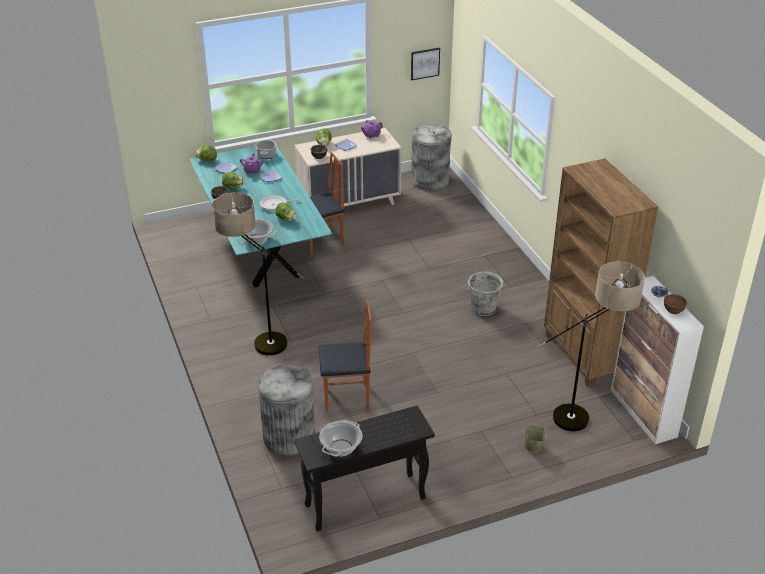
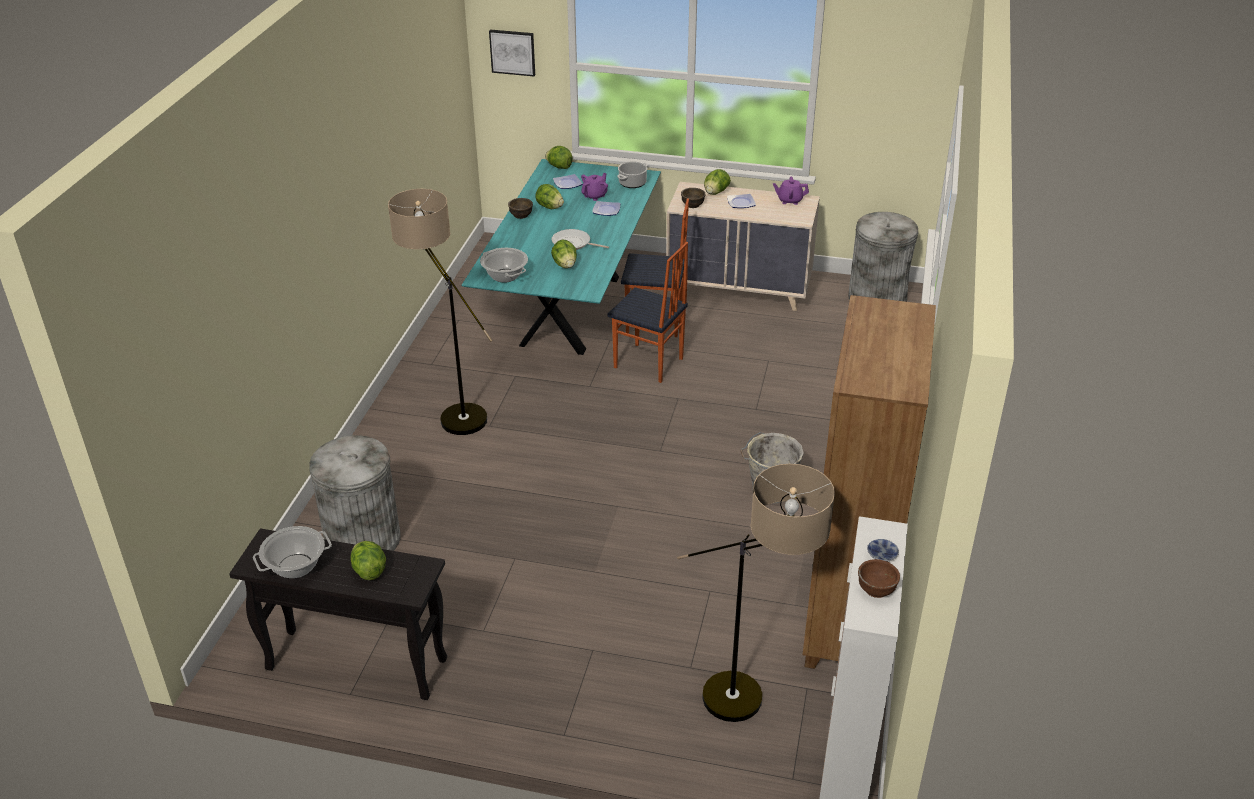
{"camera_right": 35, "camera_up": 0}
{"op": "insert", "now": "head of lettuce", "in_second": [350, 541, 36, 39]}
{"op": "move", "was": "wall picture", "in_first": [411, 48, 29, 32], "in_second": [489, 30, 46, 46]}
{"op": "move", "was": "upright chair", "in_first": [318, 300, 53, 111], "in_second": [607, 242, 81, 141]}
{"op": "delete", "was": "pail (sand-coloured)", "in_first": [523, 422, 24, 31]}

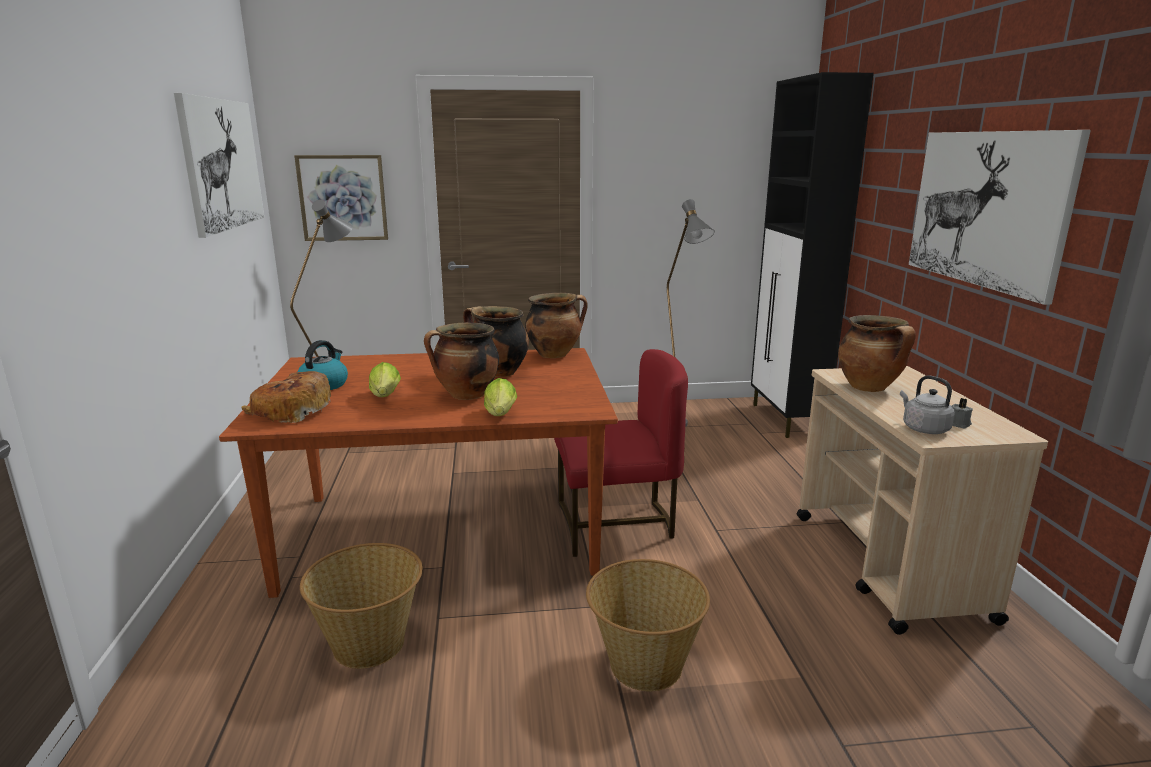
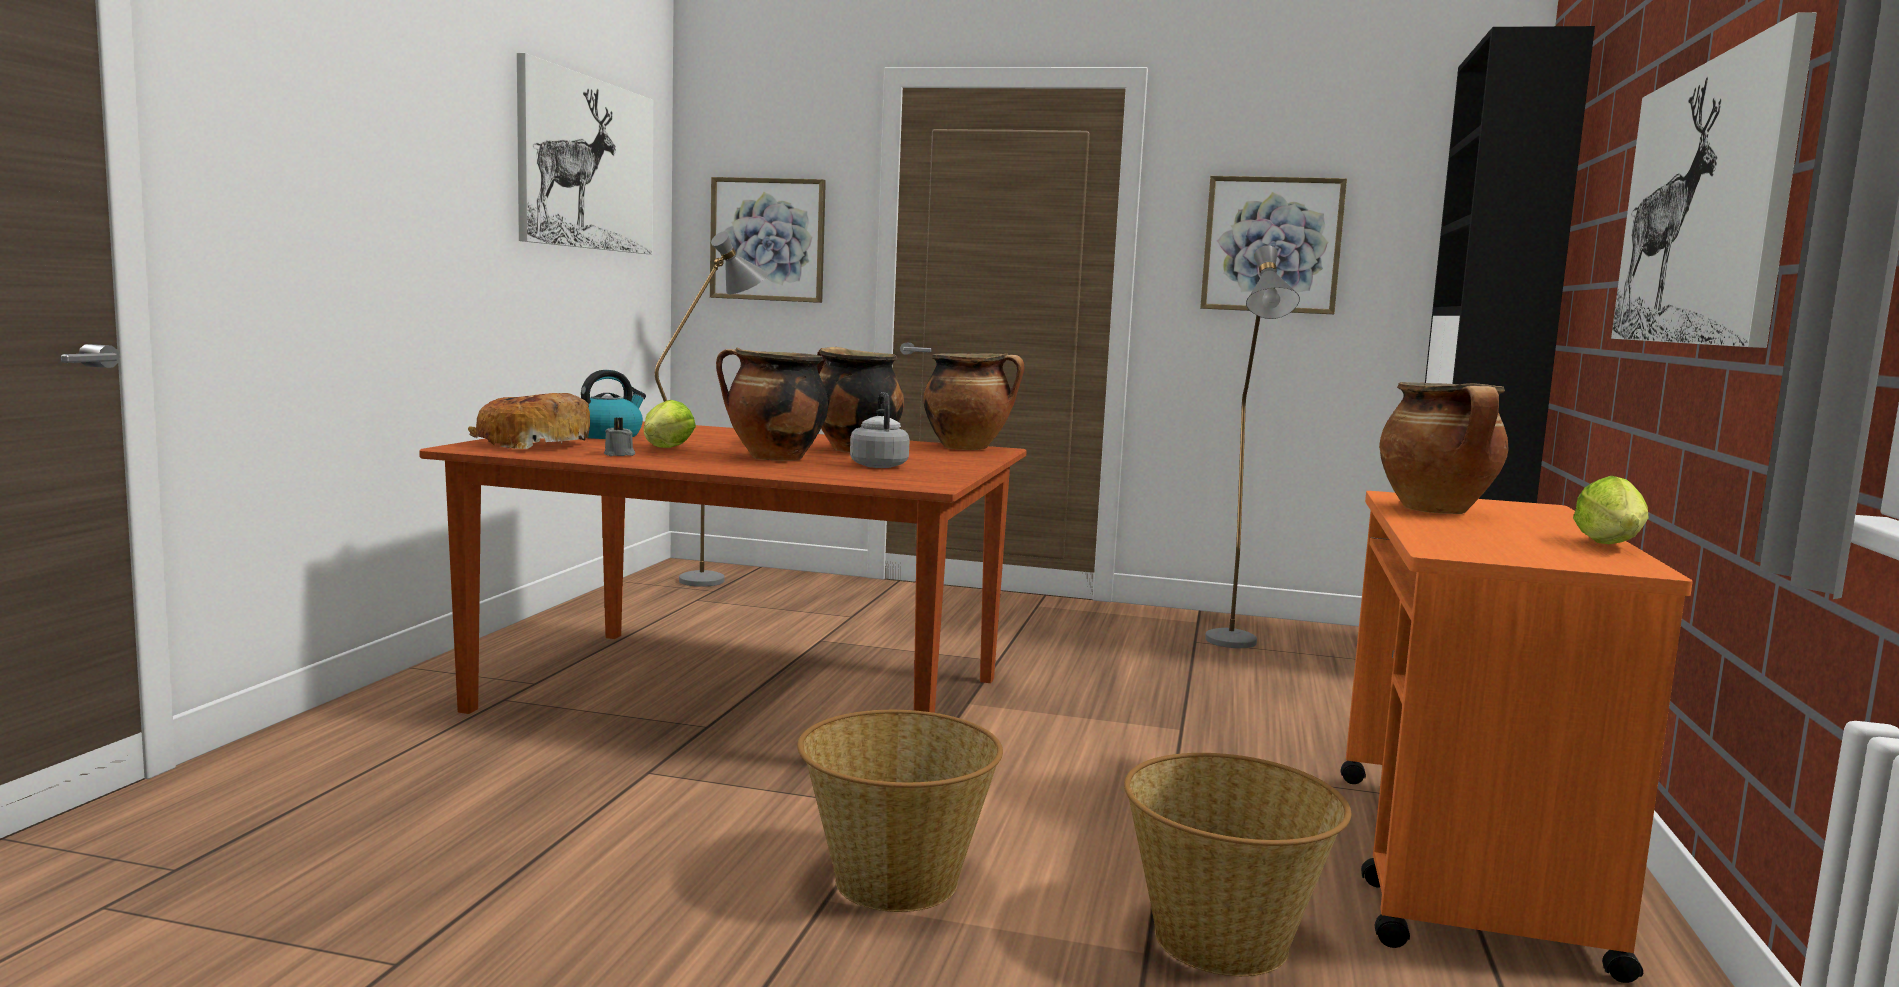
{"camera_right": 20, "camera_up": -10}
{"op": "move", "was": "candle (grey)", "in_first": [952, 398, 21, 30], "in_second": [604, 417, 31, 39]}
{"op": "move", "was": "water kettle (grey)", "in_first": [900, 375, 55, 59], "in_second": [850, 392, 59, 76]}
{"op": "move", "was": "storage basket", "in_first": [300, 543, 123, 126], "in_second": [1124, 753, 227, 223]}
{"op": "insert", "now": "wall picture", "in_second": [1200, 176, 147, 138]}
{"op": "recolor", "was": "trolley (sand-coloured)", "now": "trolley (orangey)", "in_first": [796, 366, 252, 269], "in_second": [1340, 491, 353, 492]}
{"op": "move", "was": "head of lettuce", "in_first": [484, 378, 33, 38], "in_second": [1573, 476, 76, 68]}
{"op": "delete", "was": "upright chair (red)", "in_first": [554, 349, 134, 208]}

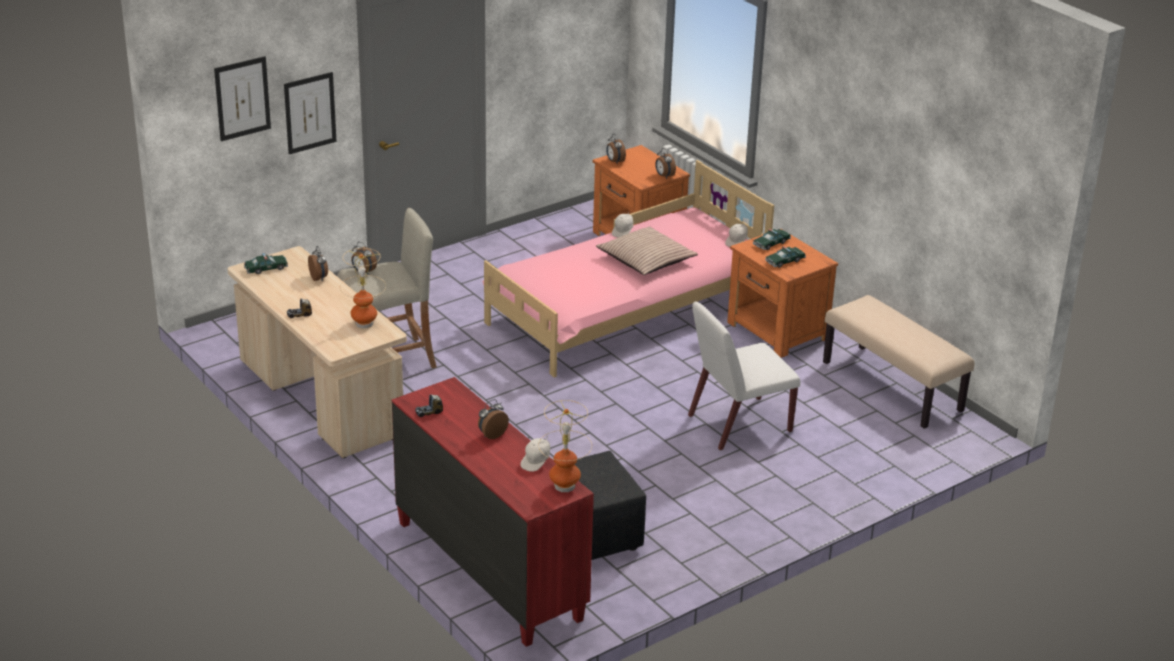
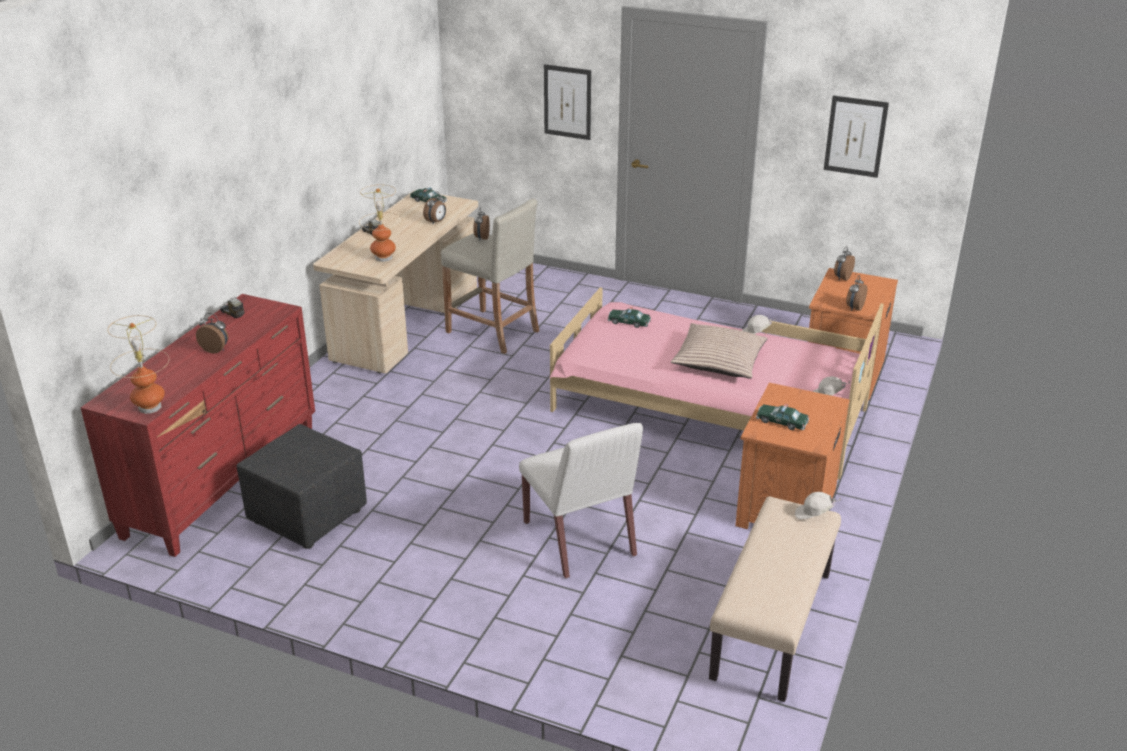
{"camera_right": 60, "camera_up": 0}
{"op": "rotate", "was": "upright chair (whitish)", "in_first": [688, 301, 112, 150], "in_second": [519, 423, 124, 156], "clockwise": -150}
{"op": "move", "was": "model car", "in_first": [753, 229, 38, 21], "in_second": [607, 307, 44, 21]}
{"op": "move", "was": "peaked cap (whitish)", "in_first": [520, 436, 30, 36], "in_second": [795, 492, 46, 27]}
{"op": "move", "was": "wall picture", "in_first": [214, 56, 57, 85], "in_second": [824, 96, 65, 82]}

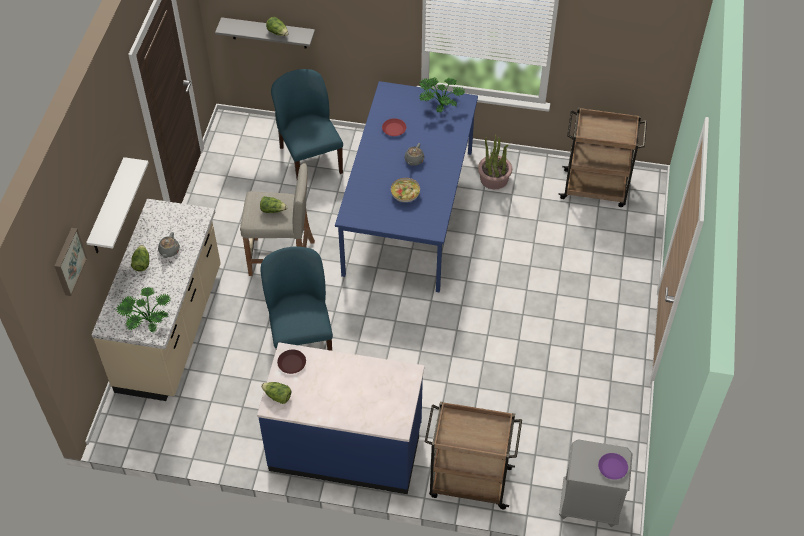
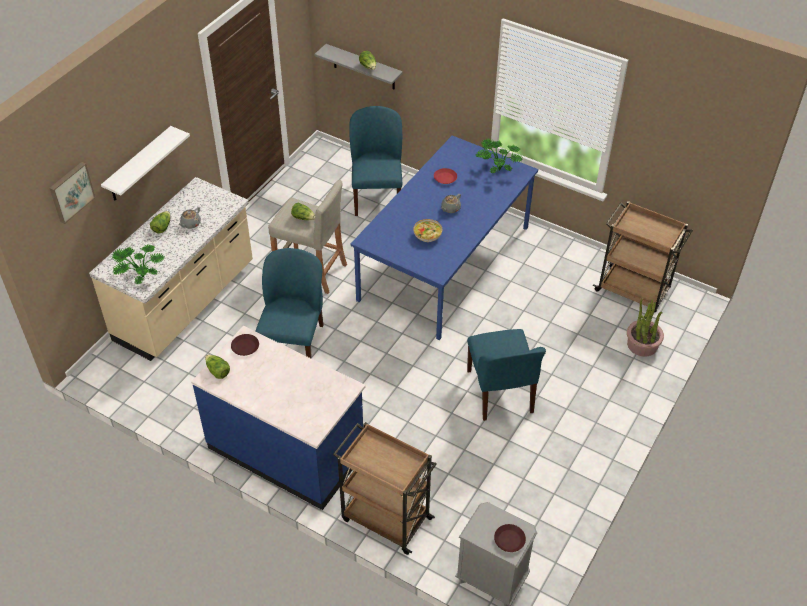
{"camera_right": 20, "camera_up": -5}
{"op": "insert", "now": "upright chair (blue)", "in_second": [467, 329, 79, 92]}
{"op": "recolor", "was": "dinner plate (purple-coloured)", "now": "dinner plate (brownish)", "in_first": [598, 453, 30, 27], "in_second": [494, 524, 32, 28]}
{"op": "move", "was": "plant in a pot", "in_first": [478, 135, 34, 54], "in_second": [627, 298, 37, 59]}

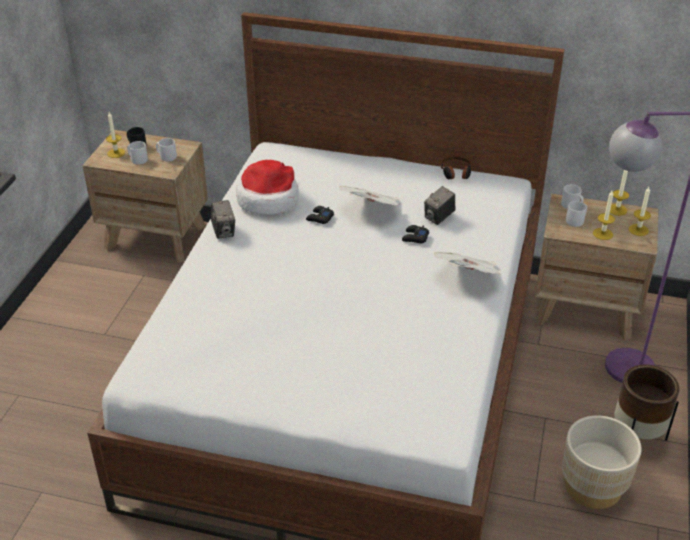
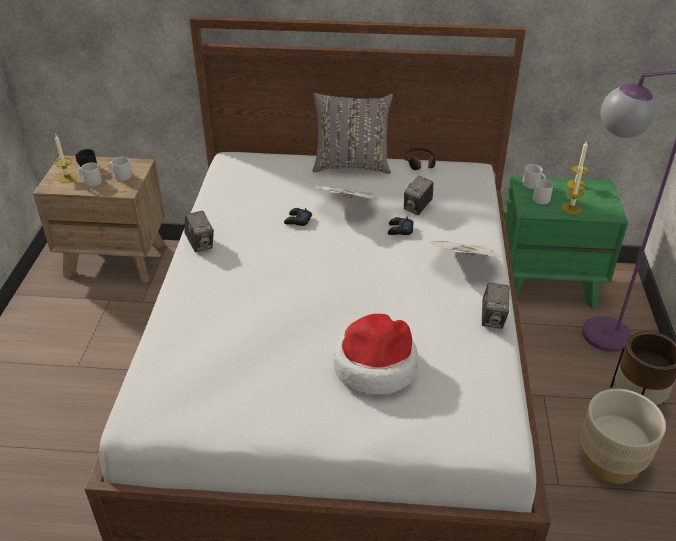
{"camera_right": -10, "camera_up": 0}
{"op": "insert", "now": "cushion (grey)", "in_second": [313, 93, 80, 81]}
{"op": "move", "was": "clothing hat", "in_first": [236, 160, 63, 55], "in_second": [333, 314, 85, 80]}
{"op": "insert", "now": "still camera", "in_second": [482, 283, 28, 46]}
{"op": "recolor", "was": "nightstand (brownish)", "now": "nightstand (green-coloured)", "in_first": [534, 194, 124, 146], "in_second": [504, 176, 124, 133]}
{"op": "delete", "was": "candle", "in_first": [629, 187, 22, 49]}

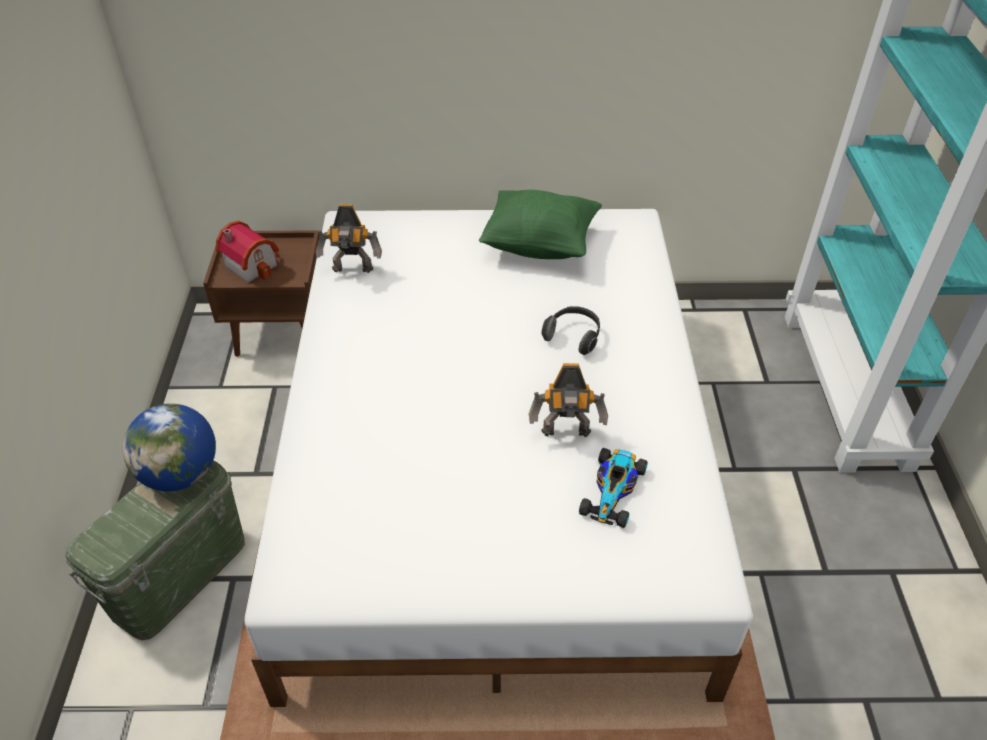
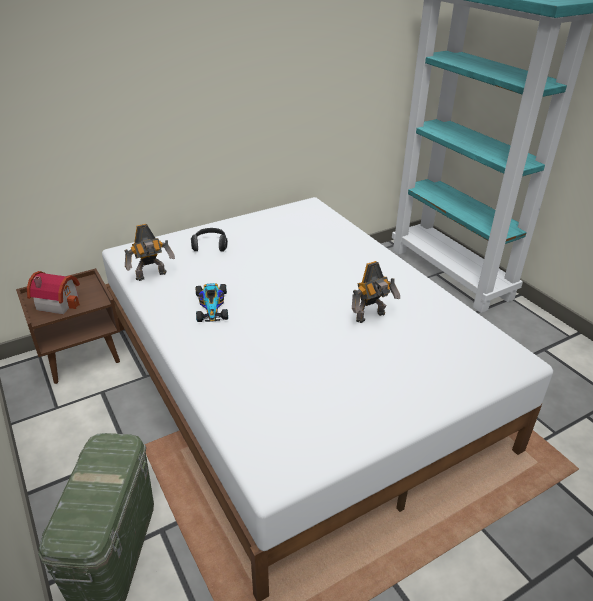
{"camera_right": -30, "camera_up": -10}
{"op": "move", "was": "headset", "in_first": [541, 306, 59, 49], "in_second": [191, 228, 37, 24]}
{"op": "move", "was": "model car", "in_first": [579, 448, 69, 80], "in_second": [195, 283, 33, 39]}
{"op": "delete", "was": "globe", "in_first": [123, 403, 93, 88]}
{"op": "delete", "was": "cushion (green-coloured)", "in_first": [479, 190, 123, 69]}

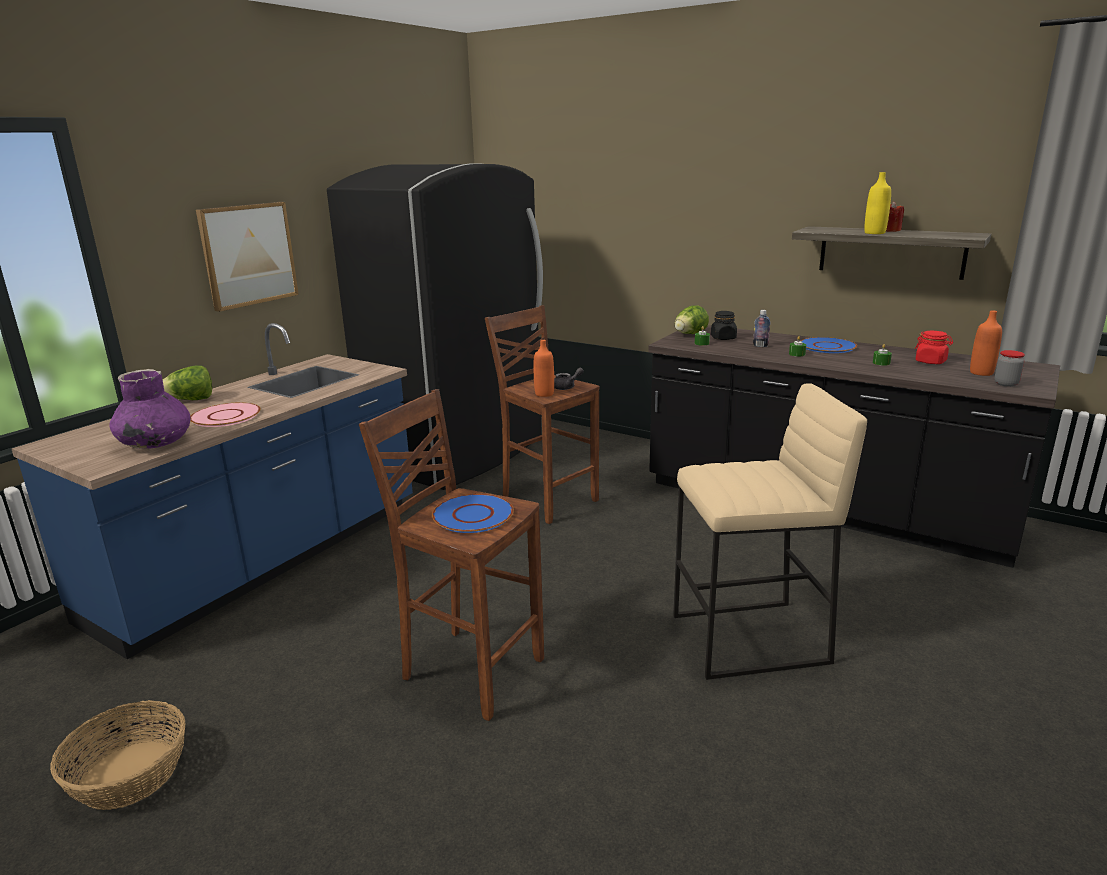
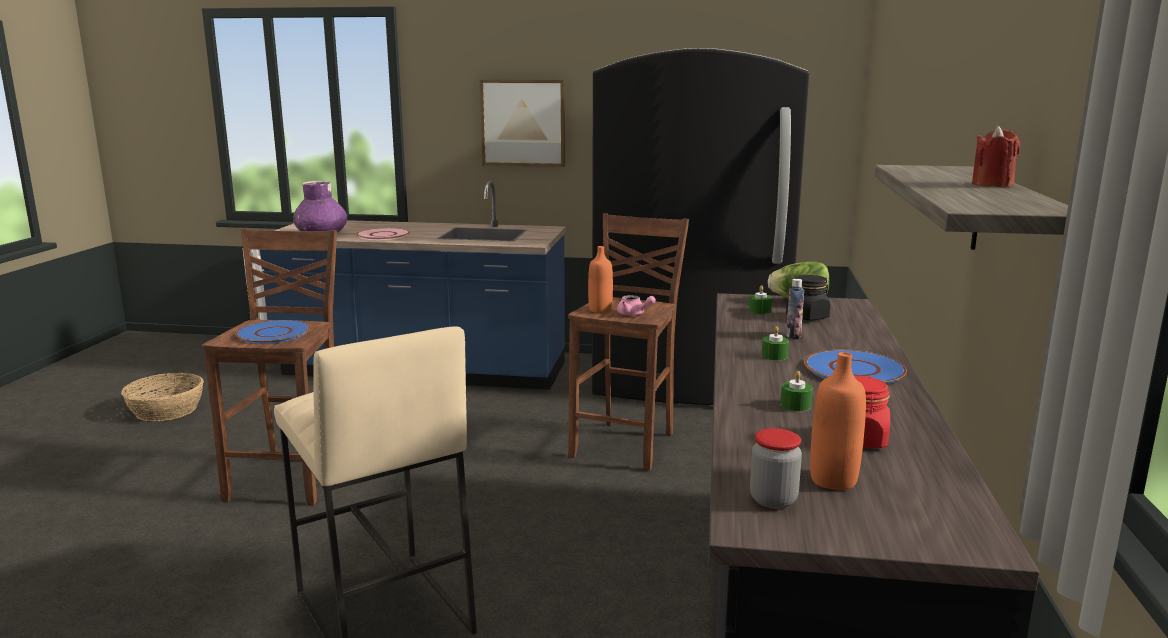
{"camera_right": 65, "camera_up": -5}
{"op": "recolor", "was": "pot for tea (grey)", "now": "pot for tea (pink-coloured)", "in_first": [554, 368, 30, 22], "in_second": [617, 295, 39, 21]}
{"op": "delete", "was": "head of lettuce", "in_first": [163, 365, 49, 35]}
{"op": "delete", "was": "beverage bottle (yellow-coloured)", "in_first": [864, 172, 27, 62]}

